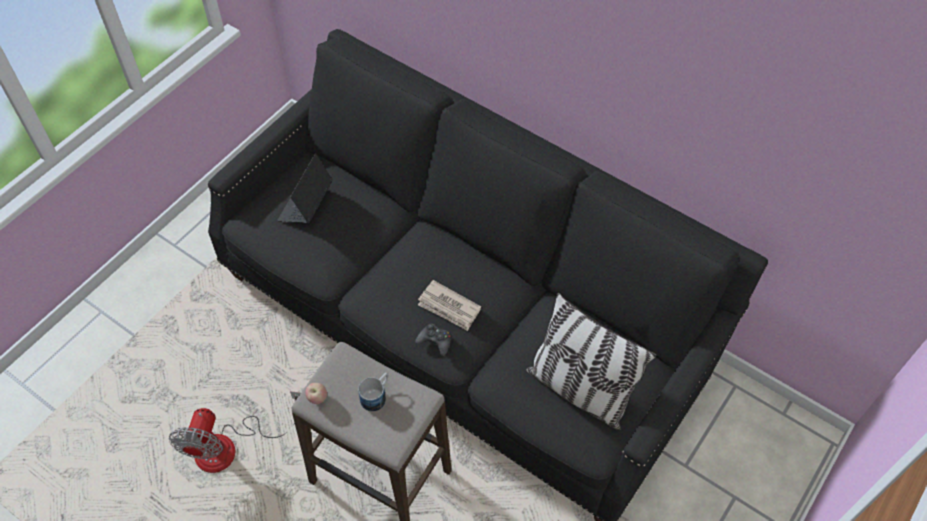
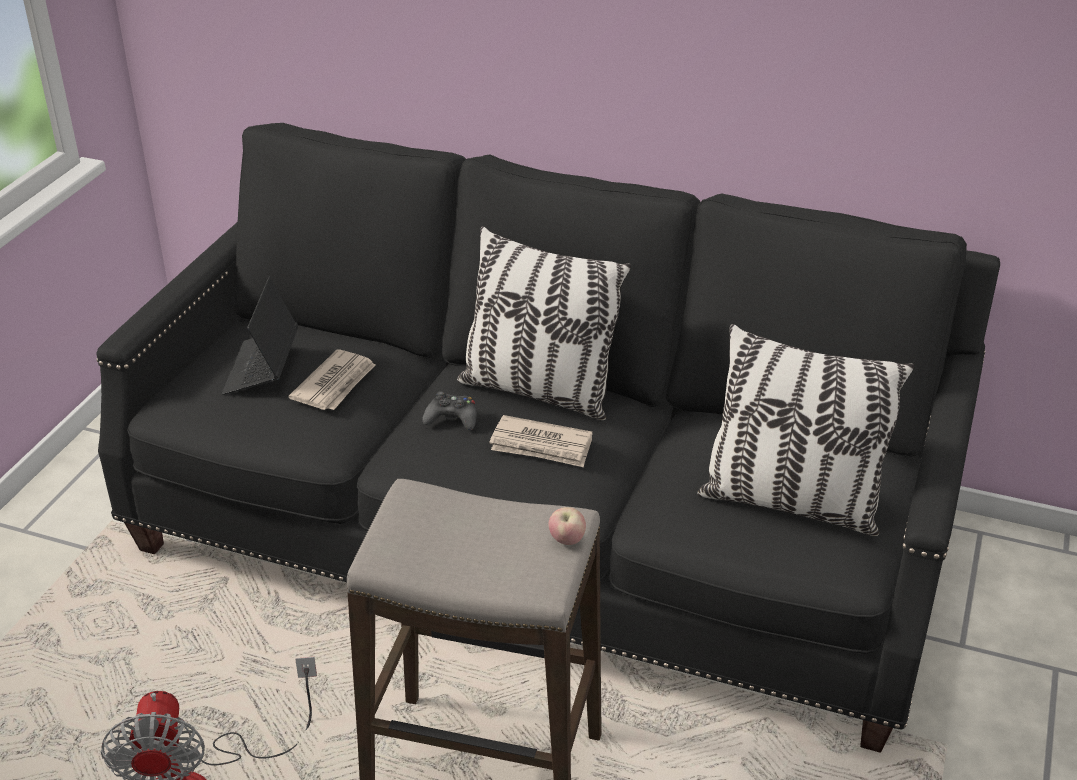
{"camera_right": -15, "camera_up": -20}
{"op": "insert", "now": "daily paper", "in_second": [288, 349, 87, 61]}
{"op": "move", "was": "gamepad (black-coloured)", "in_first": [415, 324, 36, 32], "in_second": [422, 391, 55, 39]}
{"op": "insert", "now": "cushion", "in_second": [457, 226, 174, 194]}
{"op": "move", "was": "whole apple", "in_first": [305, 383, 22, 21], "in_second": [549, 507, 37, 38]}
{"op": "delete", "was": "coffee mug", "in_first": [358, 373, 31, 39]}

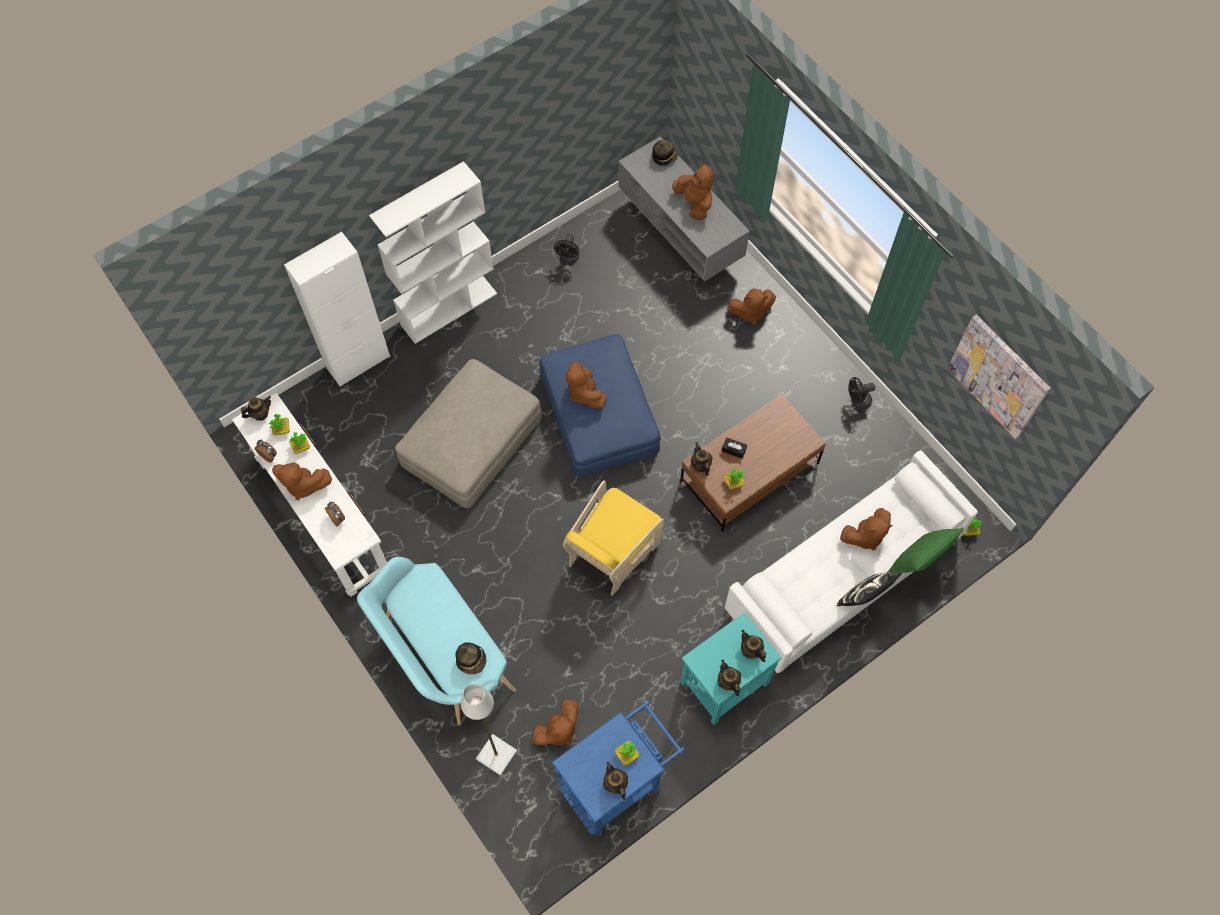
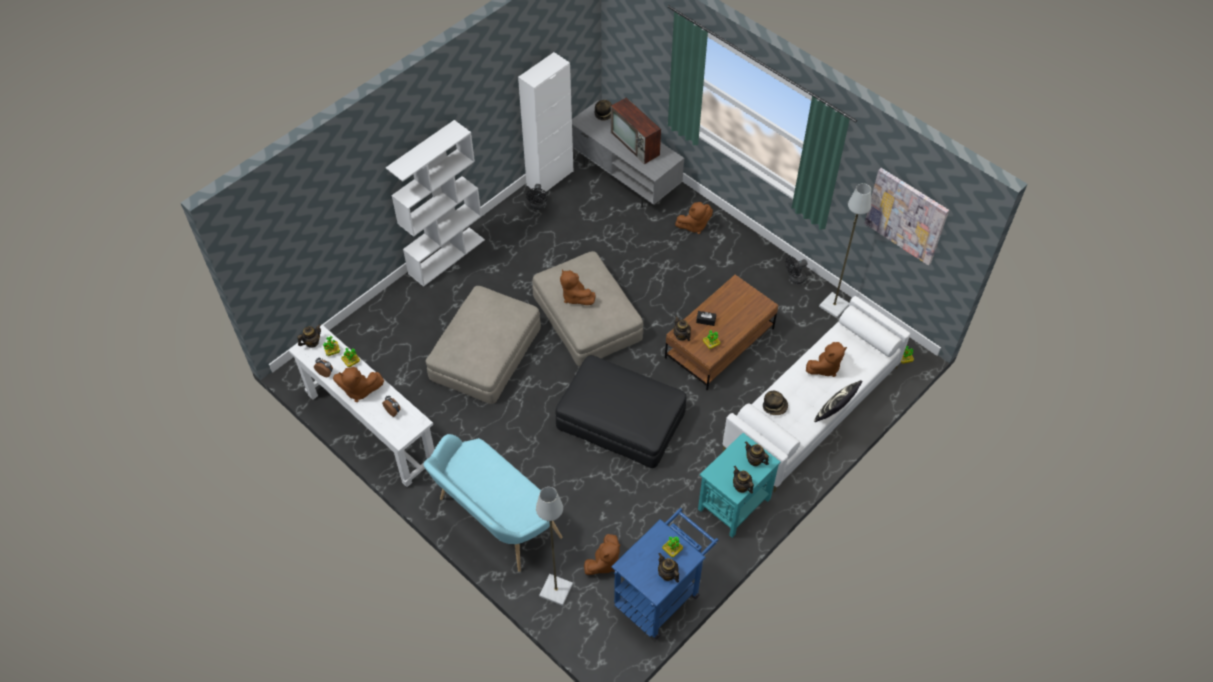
{"camera_right": -10, "camera_up": -10}
{"op": "move", "was": "cabinet (whitish)", "in_first": [284, 232, 106, 155], "in_second": [518, 52, 55, 142]}
{"op": "recolor", "was": "pouffe (blue)", "now": "pouffe (sand-coloured)", "in_first": [540, 334, 121, 143], "in_second": [532, 251, 112, 115]}
{"op": "replace", "was": "easy chair (yellow-coloured)", "now": "pouffe (black-coloured)", "in_first": [563, 480, 101, 116], "in_second": [555, 355, 132, 113]}
{"op": "replace", "was": "soft toy (brownish)", "now": "television", "in_first": [672, 162, 42, 58], "in_second": [611, 98, 50, 66]}
{"op": "move", "was": "clothing hat", "in_first": [456, 642, 30, 33], "in_second": [763, 391, 25, 24]}
{"op": "insert", "now": "floor lamp (grey)", "in_second": [819, 183, 52, 135]}
{"op": "delete", "was": "cushion (green-coloured)", "in_first": [888, 528, 76, 45]}

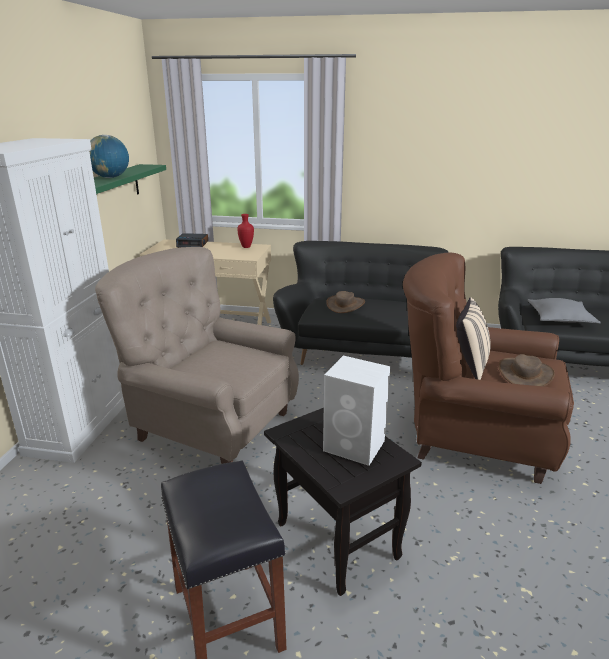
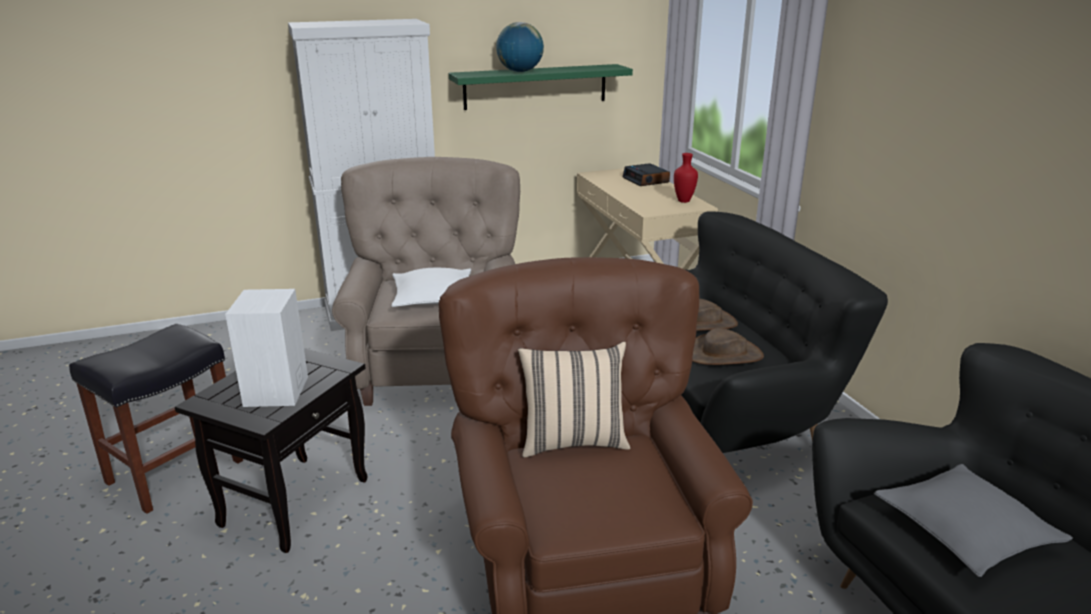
{"camera_right": 60, "camera_up": 0}
{"op": "insert", "now": "cushion (whitish)", "in_second": [391, 268, 80, 39]}
{"op": "move", "was": "clothing hat (brownish)", "in_first": [499, 354, 56, 33], "in_second": [692, 328, 72, 37]}

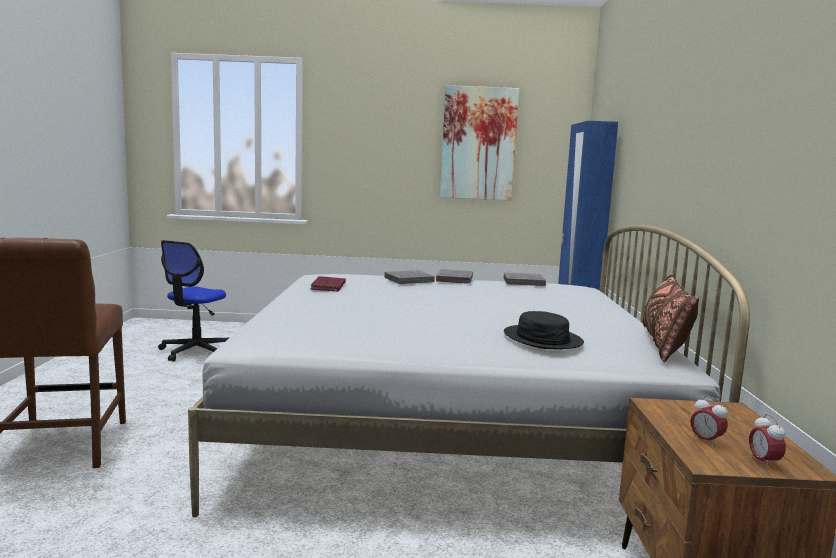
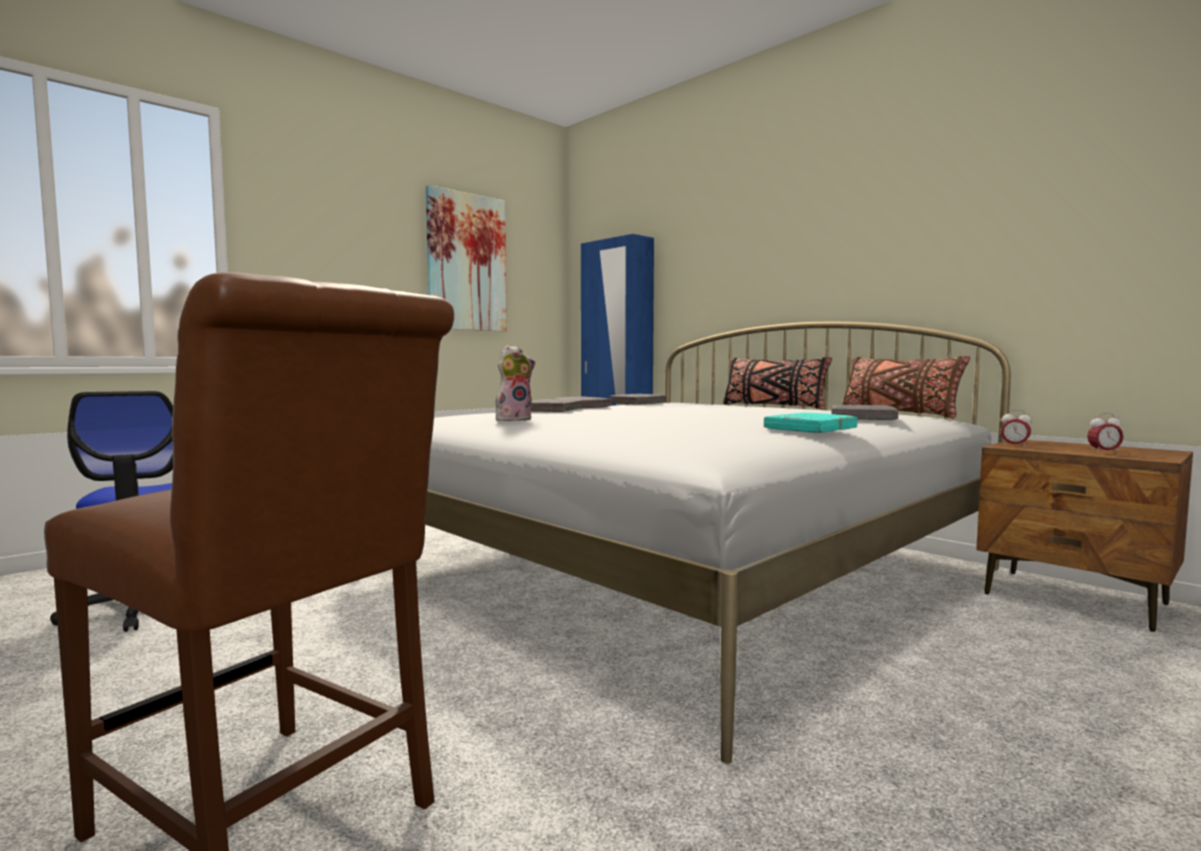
{"camera_right": -45, "camera_up": -5}
{"op": "replace", "was": "book (red)", "now": "soft toy", "in_first": [310, 276, 36, 16], "in_second": [496, 345, 39, 76]}
{"op": "insert", "now": "cushion (black-coloured)", "in_second": [723, 357, 109, 53]}
{"op": "insert", "now": "book (turquoise-coloured)", "in_second": [764, 413, 94, 20]}
{"op": "replace", "was": "clothing hat (black-coloured)", "now": "book (grey)", "in_first": [504, 311, 80, 38], "in_second": [831, 405, 67, 15]}
{"op": "move", "was": "alarm clock", "in_first": [749, 414, 37, 55], "in_second": [1001, 410, 31, 38]}

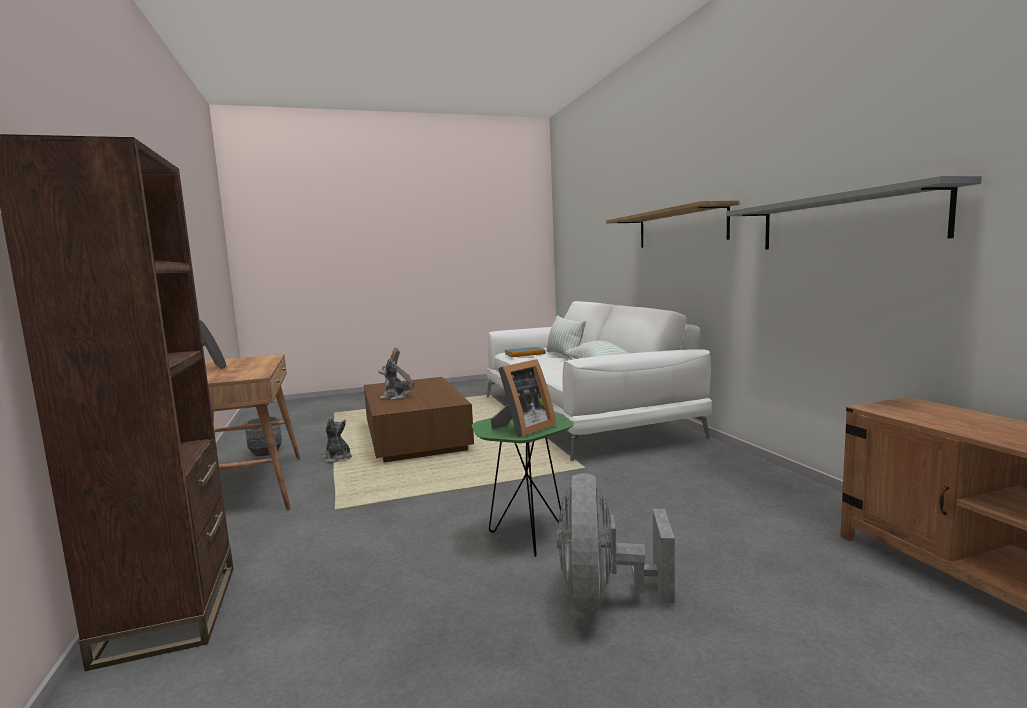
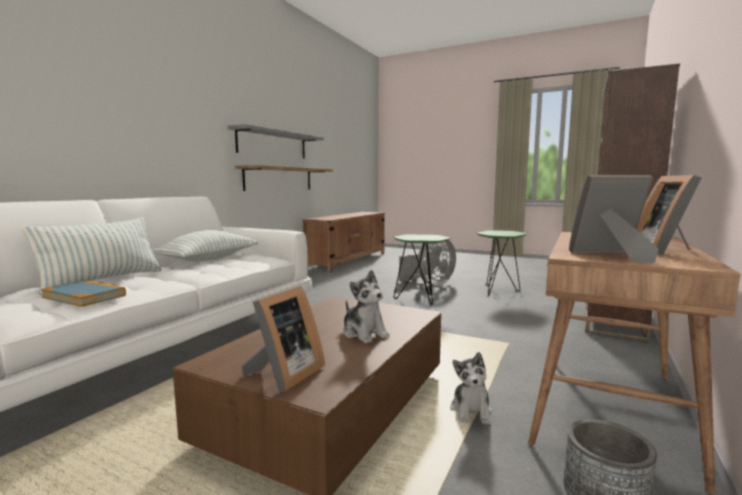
{"camera_right": -135, "camera_up": 0}
{"op": "move", "was": "wall shelf", "in_first": [606, 200, 133, 48], "in_second": [235, 165, 98, 26]}
{"op": "insert", "now": "accent table (green-coloured)", "in_second": [477, 230, 50, 65]}
{"op": "move", "was": "picture frame", "in_first": [491, 359, 65, 78], "in_second": [569, 175, 90, 88]}

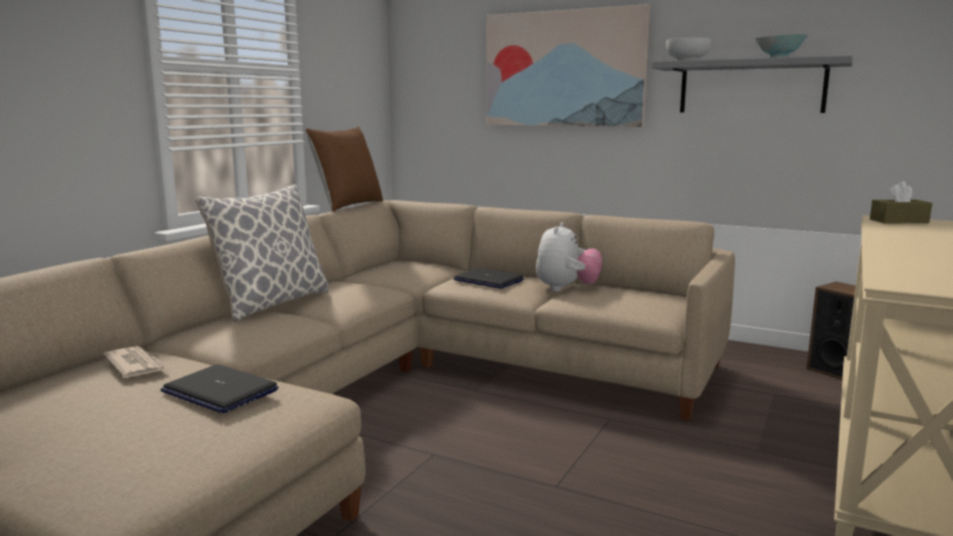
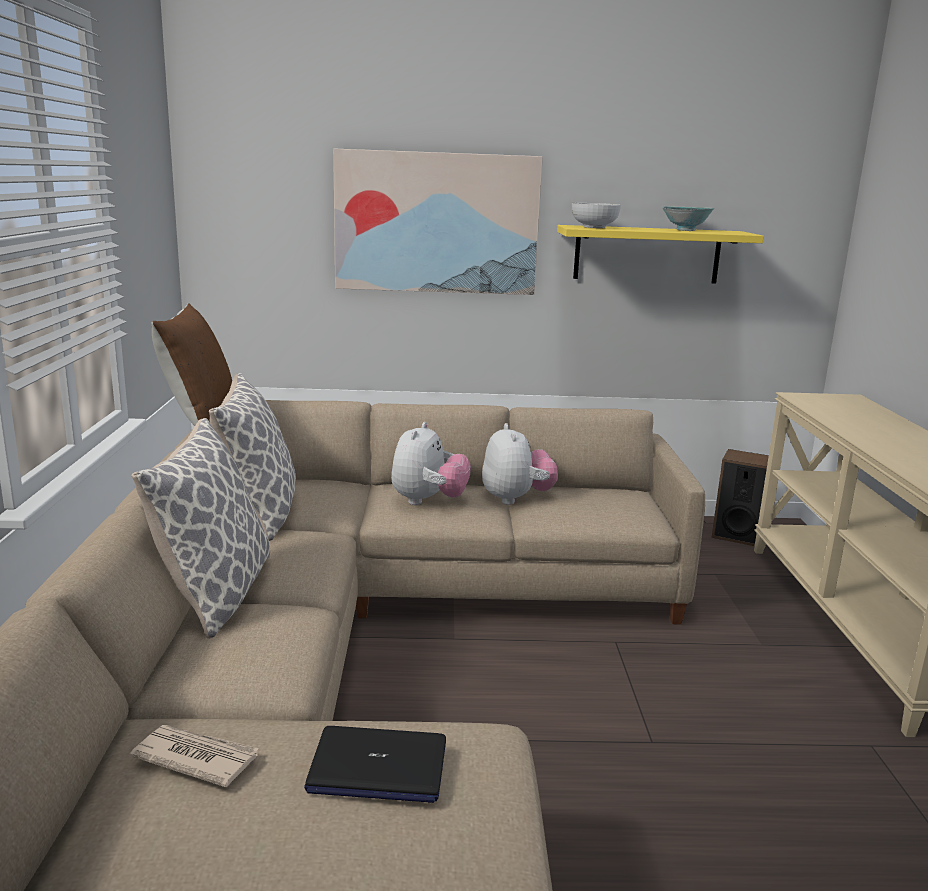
{"camera_right": -30, "camera_up": 5}
{"op": "insert", "now": "cushion", "in_second": [209, 373, 87, 168]}
{"op": "replace", "was": "portable computer", "now": "soft toy", "in_first": [454, 268, 70, 21], "in_second": [391, 422, 80, 83]}
{"op": "recolor", "was": "wall shelf (grey)", "now": "wall shelf (yellow-coloured)", "in_first": [651, 55, 202, 58], "in_second": [557, 225, 207, 58]}
{"op": "delete", "was": "tissue holder (brownish)", "in_first": [870, 181, 62, 42]}

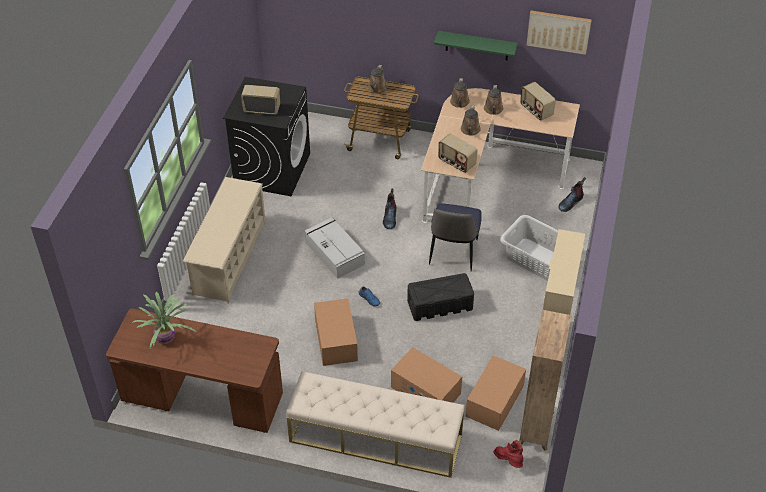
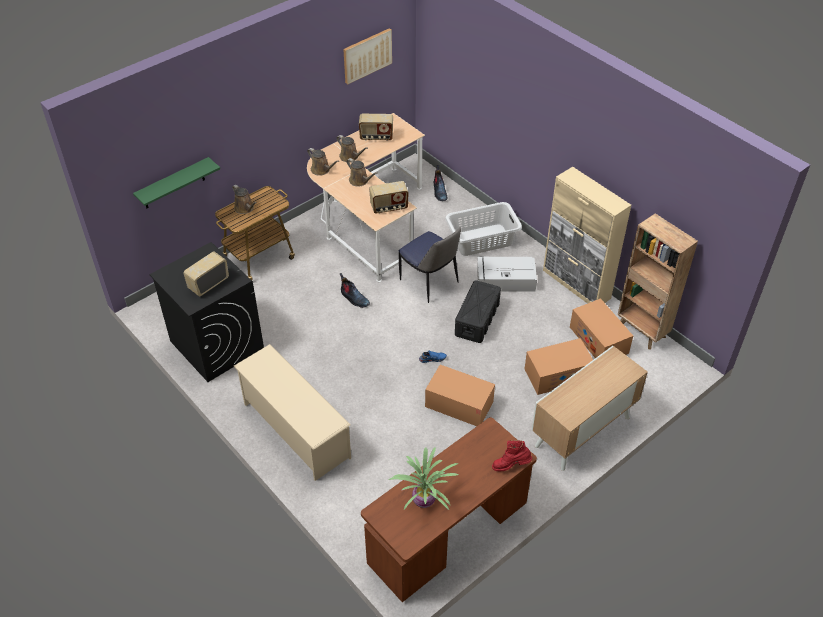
{"camera_right": -55, "camera_up": 0}
{"op": "move", "was": "wall shelf (green-coloured)", "in_first": [434, 31, 84, 29], "in_second": [133, 157, 87, 51]}
{"op": "move", "was": "storage container (grey)", "in_first": [305, 217, 60, 62], "in_second": [477, 256, 60, 36]}
{"op": "move", "was": "high-top boot (red)", "in_first": [494, 440, 29, 28], "in_second": [492, 440, 40, 32]}
{"op": "replace", "was": "long seat (sand-coloured)", "now": "cabinet", "in_first": [286, 371, 179, 107], "in_second": [532, 346, 116, 125]}

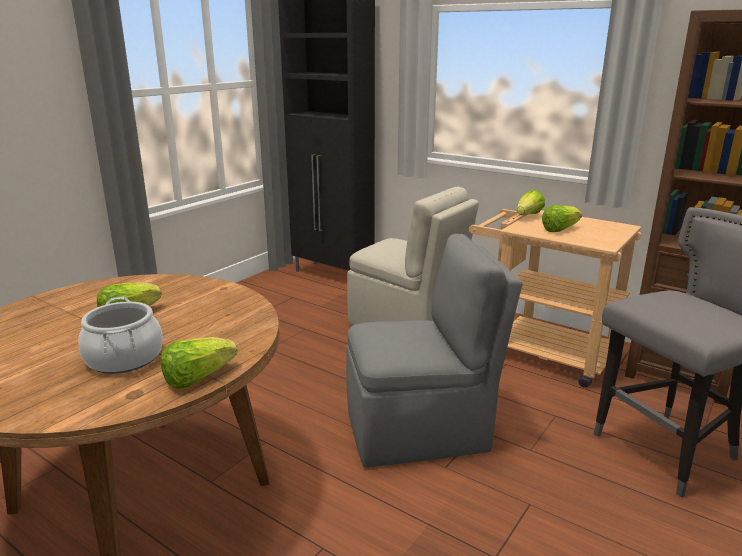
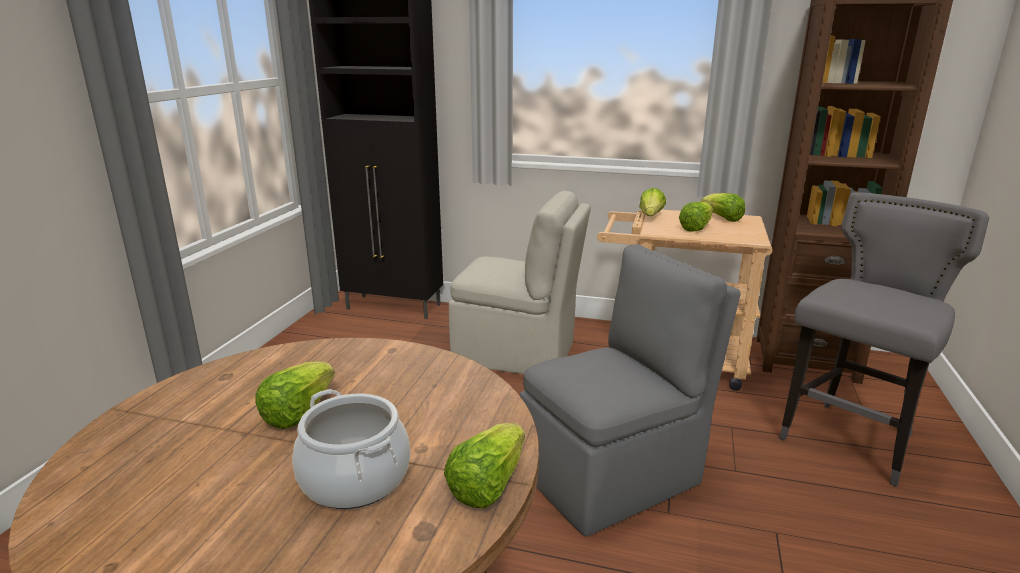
{"camera_right": -20, "camera_up": 0}
{"op": "insert", "now": "head of lettuce", "in_second": [701, 193, 44, 29]}

